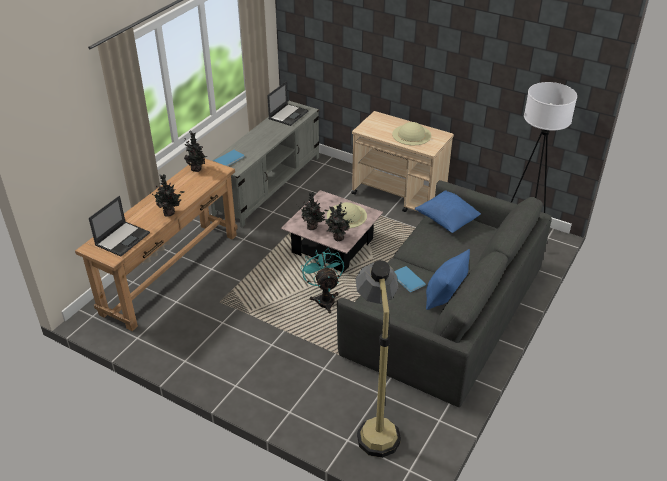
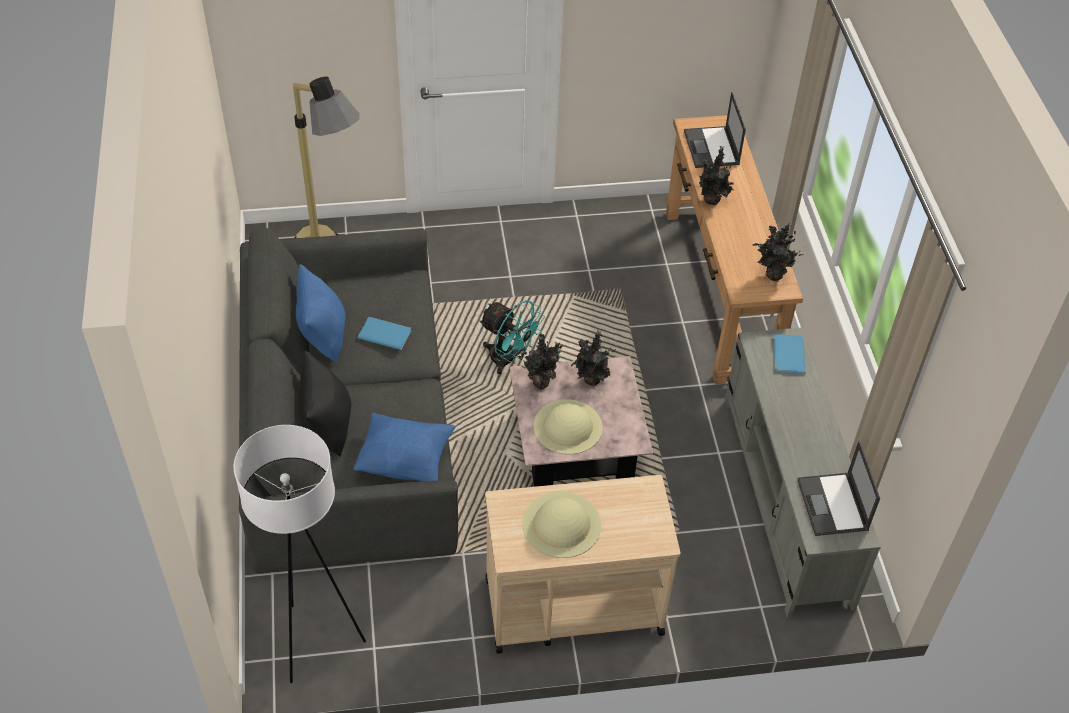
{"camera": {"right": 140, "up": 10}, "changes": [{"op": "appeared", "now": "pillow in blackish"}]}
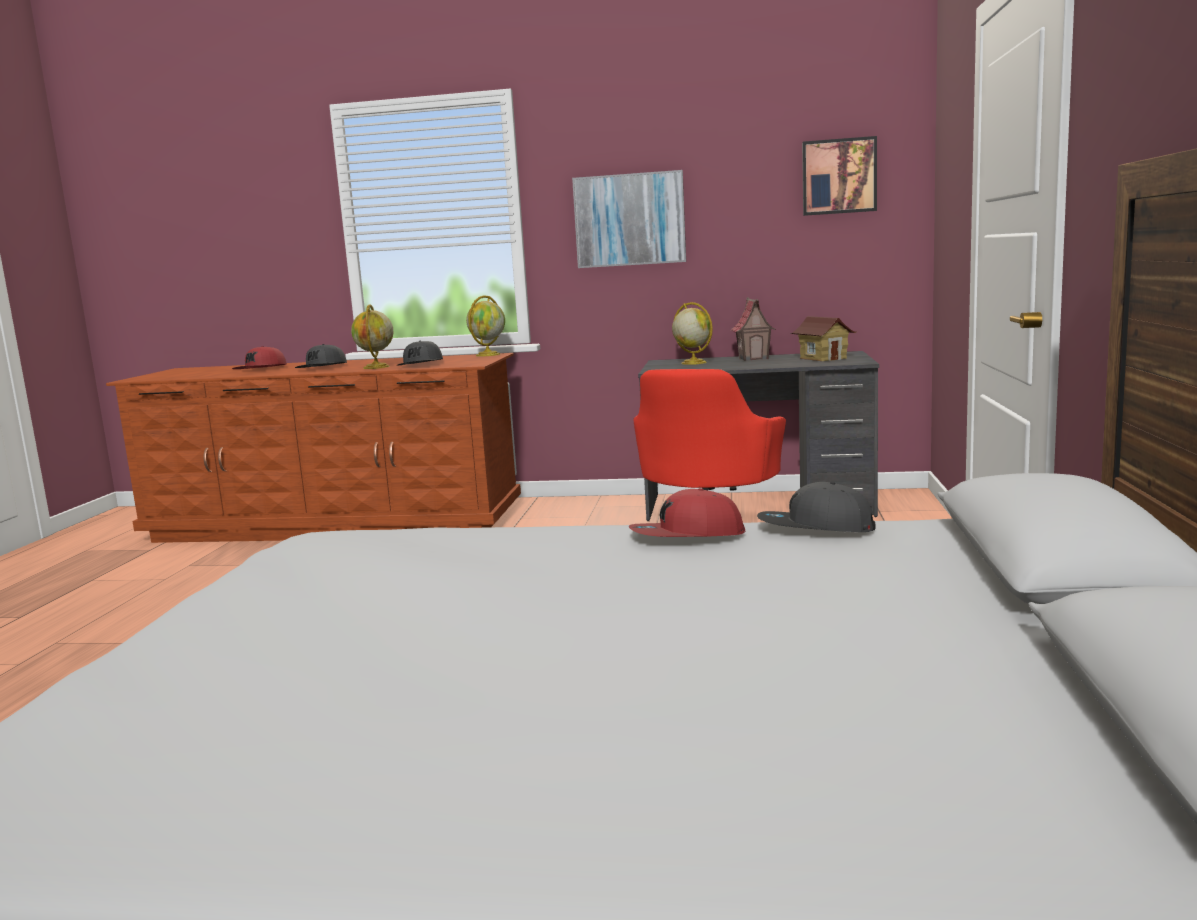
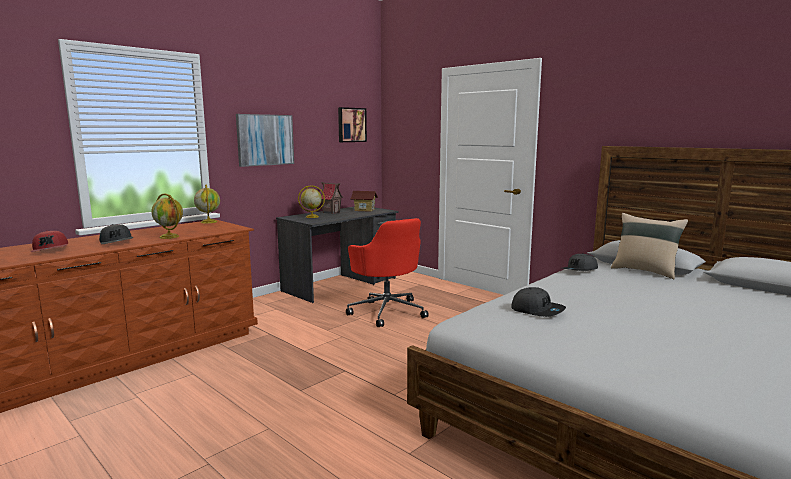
{"camera": {"right": -55, "up": 0}, "changes": [{"op": "relocated", "was": "cap in grey (no. 2 from left)"}, {"op": "missing", "was": "cap in red-coloured (no. 2 from left)"}, {"op": "appeared", "now": "pillow in beige"}]}
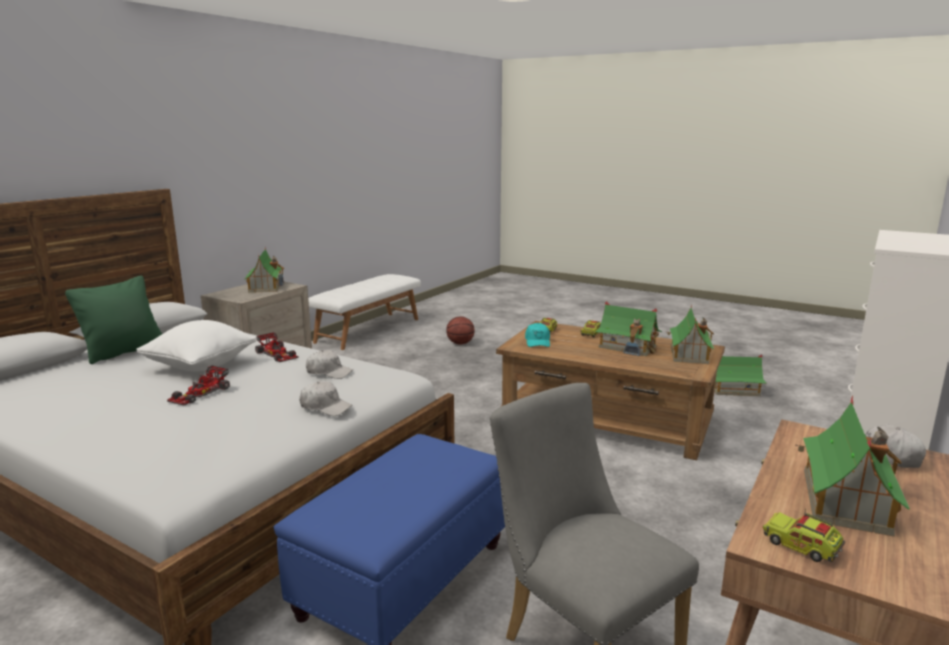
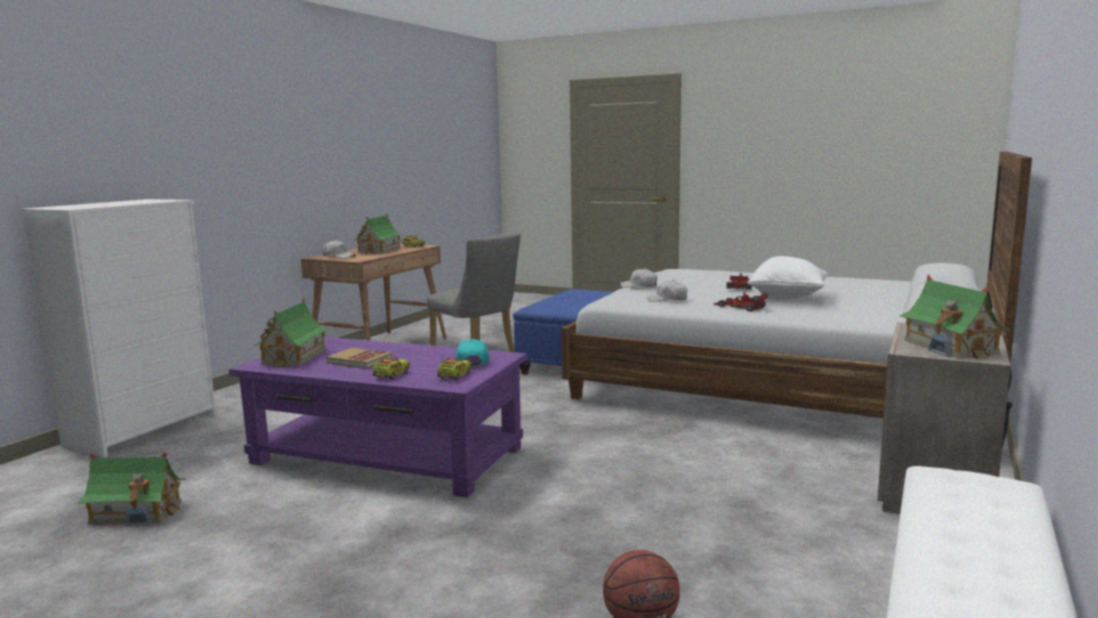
{"camera": {"right": 175, "up": -5}, "changes": [{"op": "missing", "was": "pillow in green-coloured"}, {"op": "colour", "was": "coffee table in brown-coloured", "now": "coffee table in purplish"}, {"op": "exchanged", "was": "miniature house (no. 2 from left)", "now": "book"}]}
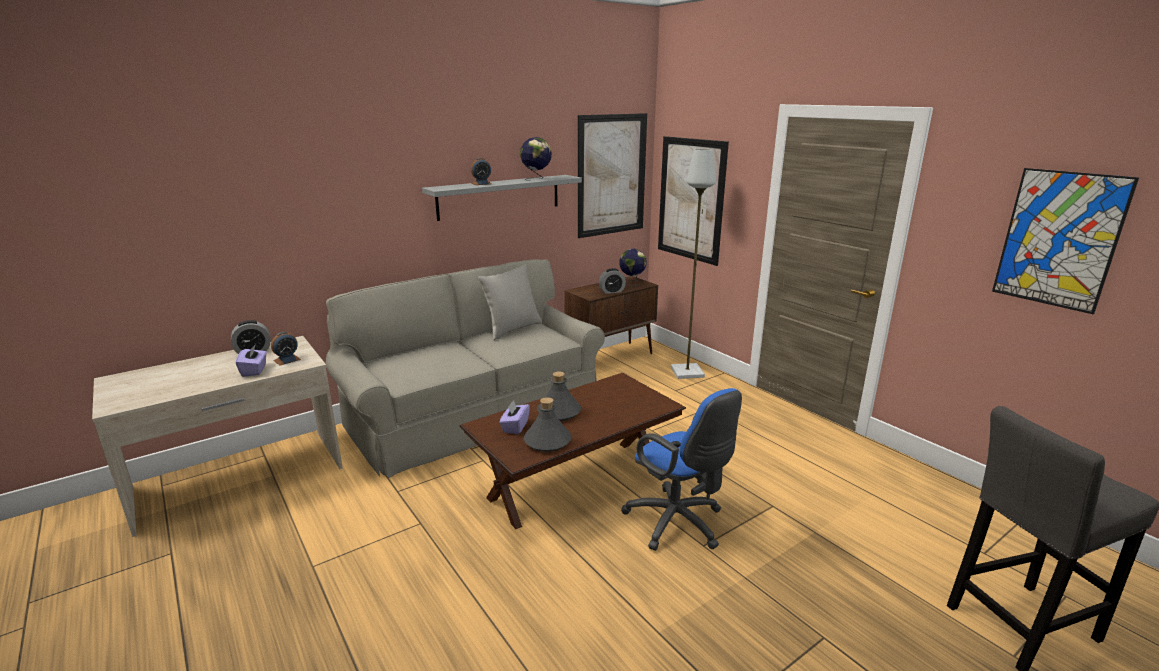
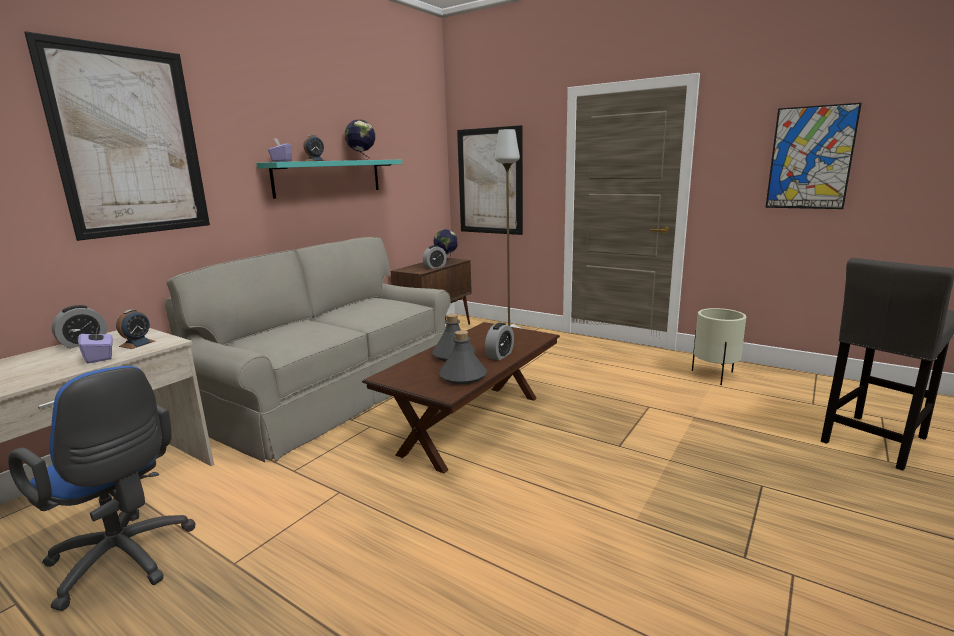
{"camera": {"right": -20, "up": -5}, "changes": [{"op": "colour", "was": "wall shelf in grey", "now": "wall shelf in turquoise-coloured"}, {"op": "missing", "was": "pillow in grey"}, {"op": "relocated", "was": "tissue box in purplish (no. 2 from left)"}, {"op": "relocated", "was": "wall art (no. 1 from left)"}, {"op": "relocated", "was": "computer chair in bluish"}, {"op": "appeared", "now": "table clock (no. 5 from left)"}, {"op": "appeared", "now": "planter in beige"}]}
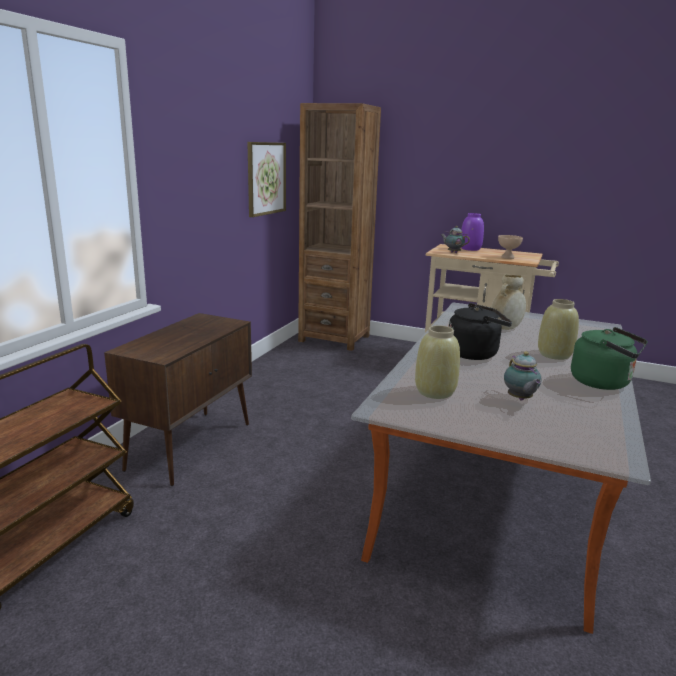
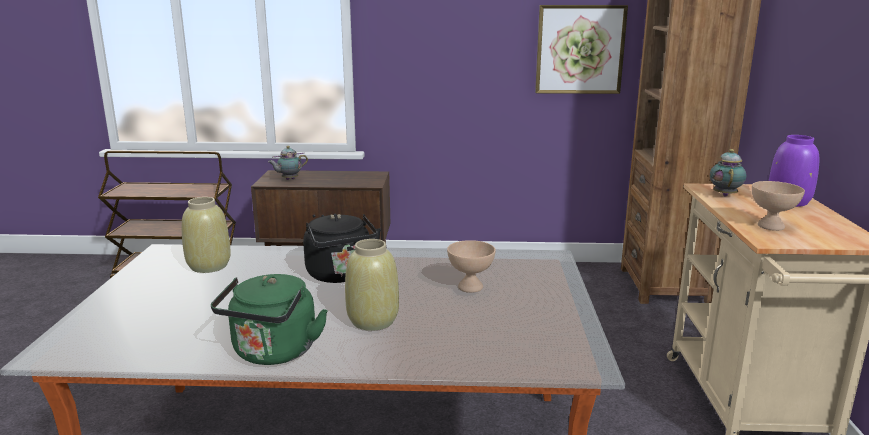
{"camera": {"right": 70, "up": 0}, "changes": [{"op": "exchanged", "was": "decorative vase in beige (no. 2 from left)", "now": "deep dish in beige (no. 1 from left)"}, {"op": "relocated", "was": "teapot (no. 2 from left in the first image)", "now": "teapot (no. 1 from left)"}]}
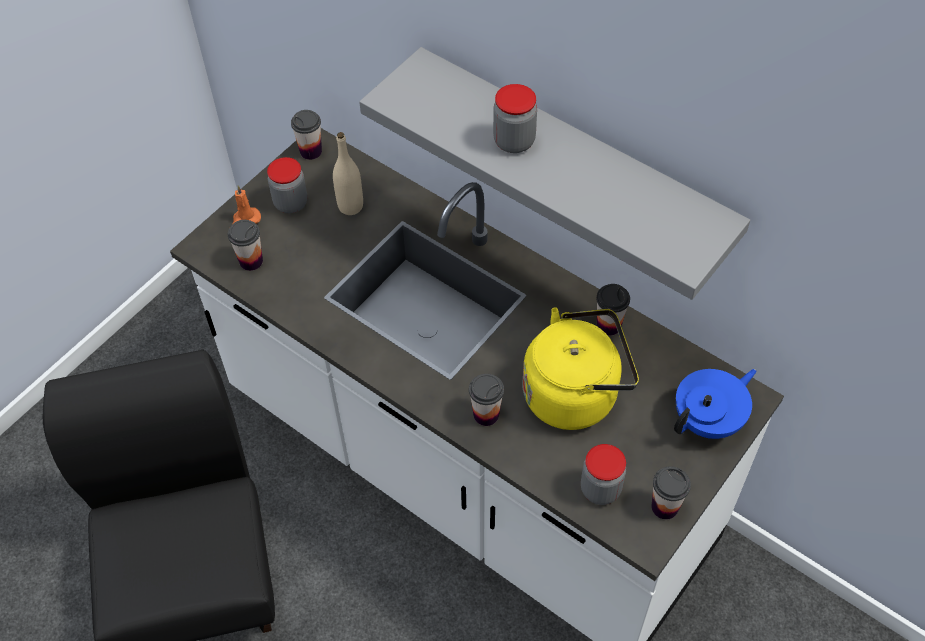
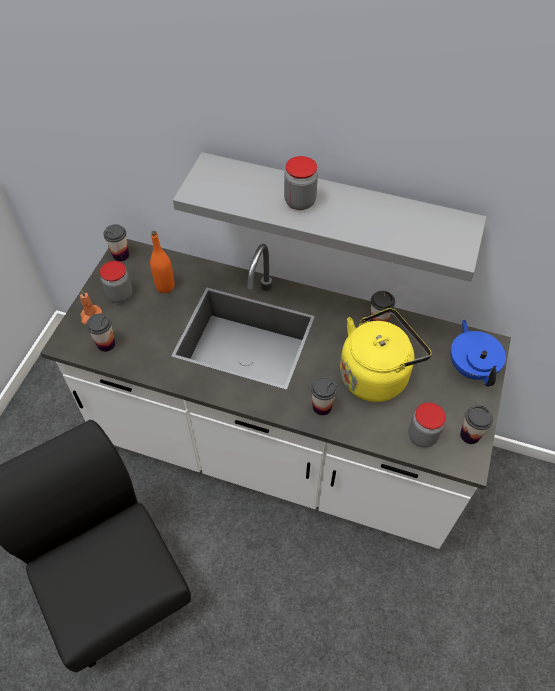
{"camera": {"right": -20, "up": 0}, "changes": [{"op": "colour", "was": "drink bottle in beige", "now": "drink bottle in orange"}, {"op": "spun", "was": "teapot in bluish", "clockwise": -45}]}
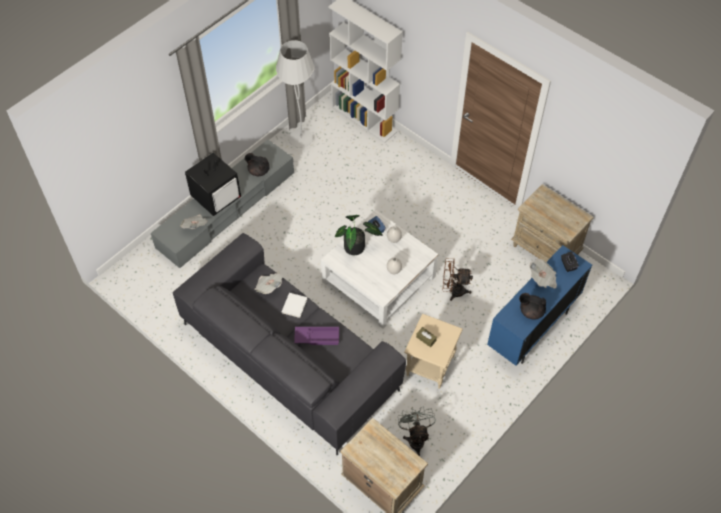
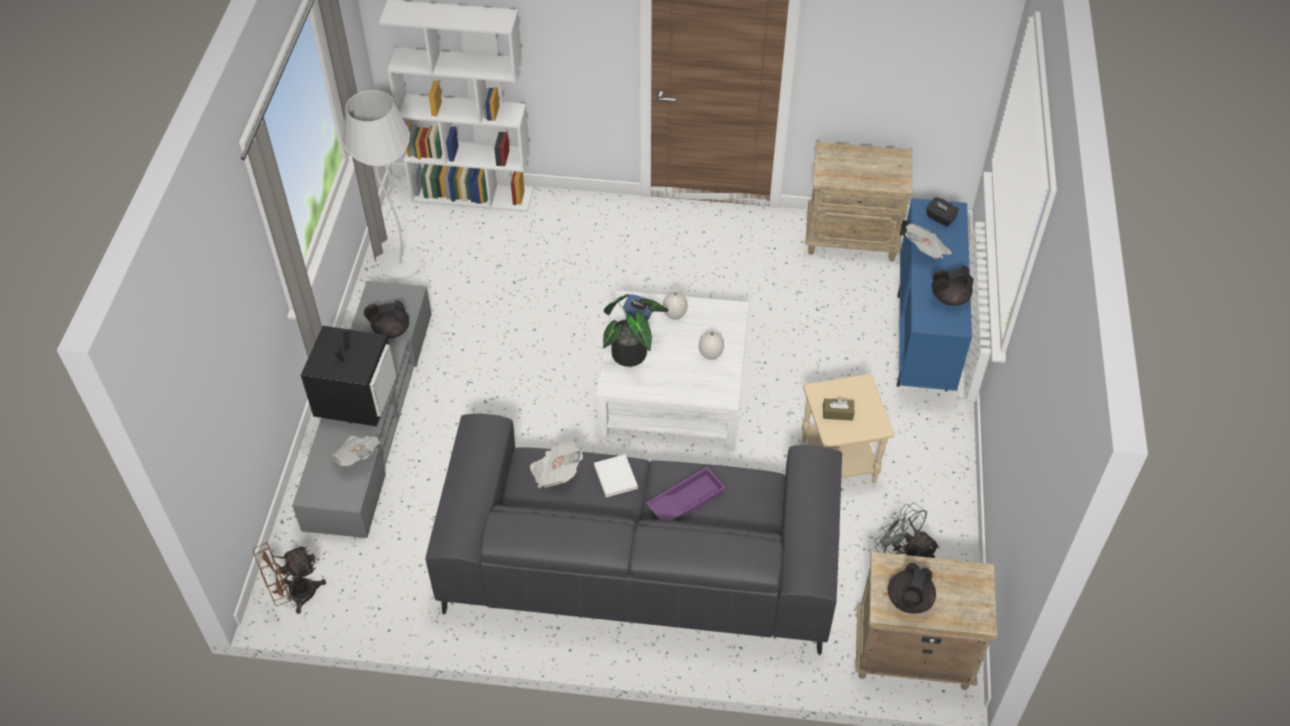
{"camera": {"right": -35, "up": -5}, "changes": [{"op": "relocated", "was": "fan in brown-coloured"}, {"op": "appeared", "now": "teapot in blackish (no. 2 from left)"}]}
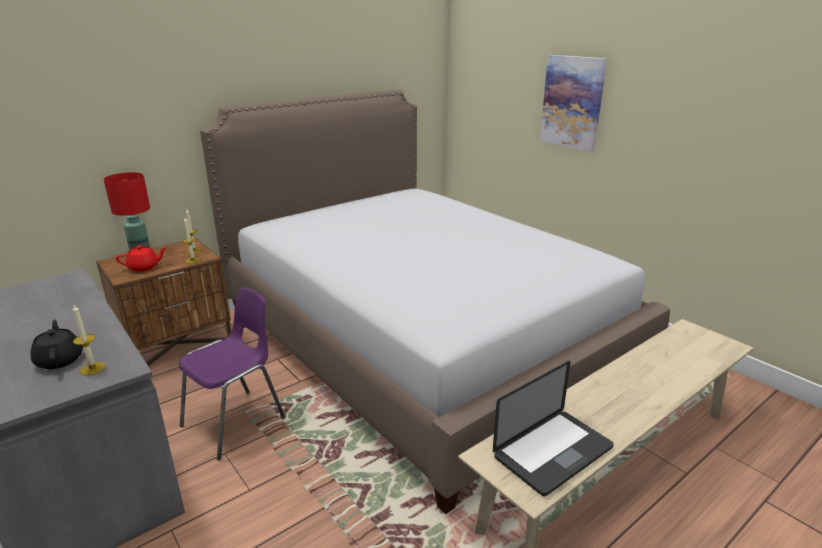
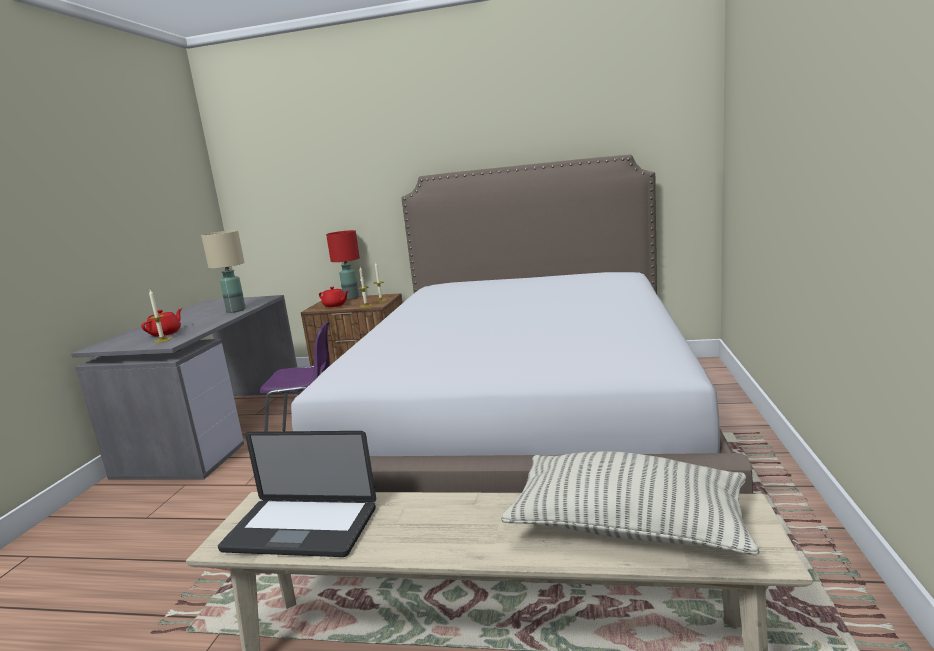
{"camera": {"right": 50, "up": -10}, "changes": [{"op": "colour", "was": "teapot in blackish", "now": "teapot in red-coloured (no. 1 from left)"}, {"op": "missing", "was": "wall art"}, {"op": "appeared", "now": "lamp for a table in beige"}, {"op": "appeared", "now": "pillow"}]}
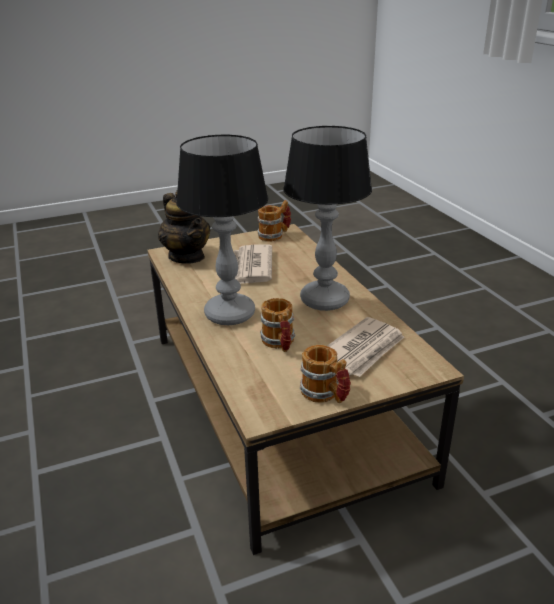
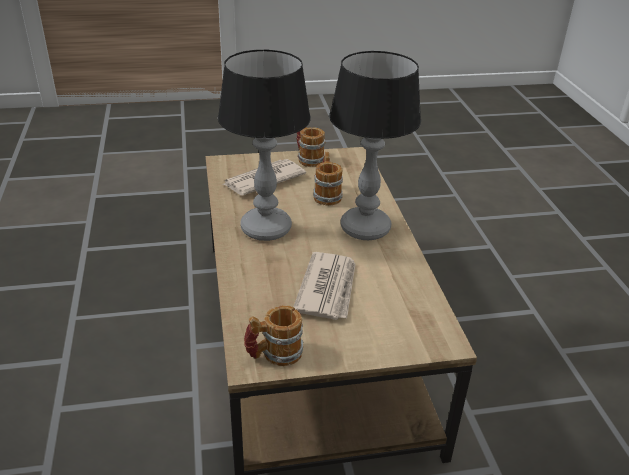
{"camera": {"right": -170, "up": 5}, "changes": [{"op": "missing", "was": "teapot"}]}
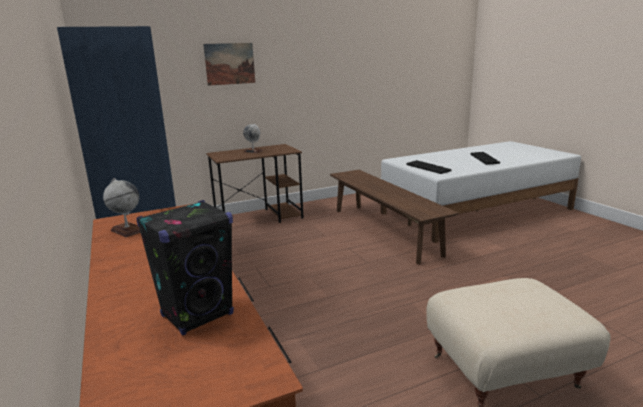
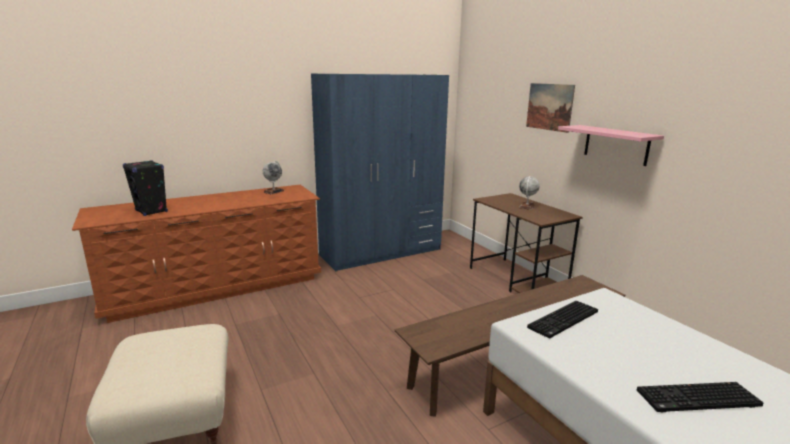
{"camera": {"right": 85, "up": 0}, "changes": [{"op": "appeared", "now": "wall shelf in pink"}]}
